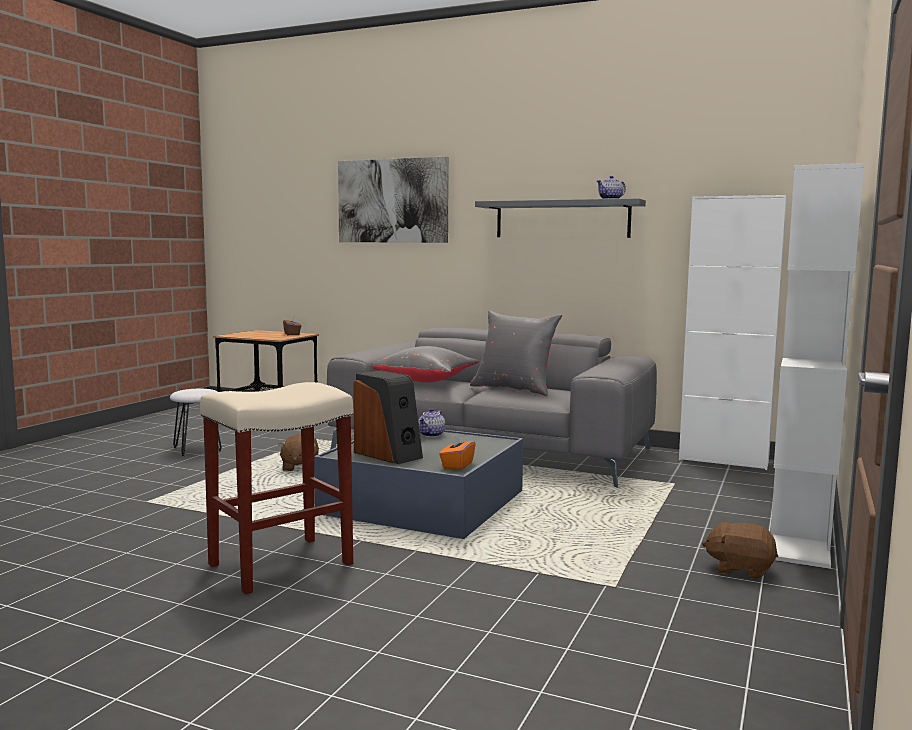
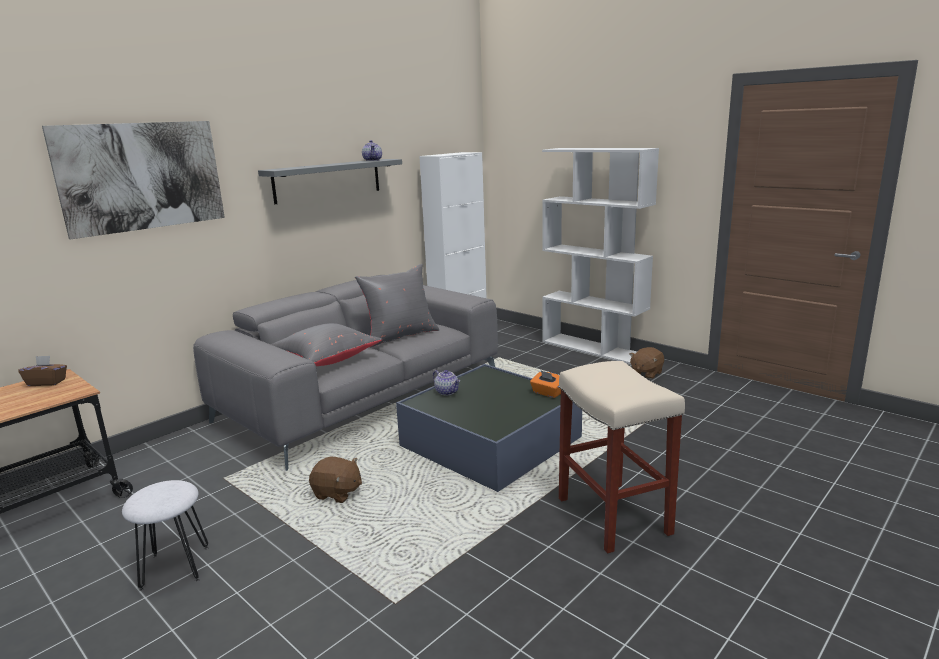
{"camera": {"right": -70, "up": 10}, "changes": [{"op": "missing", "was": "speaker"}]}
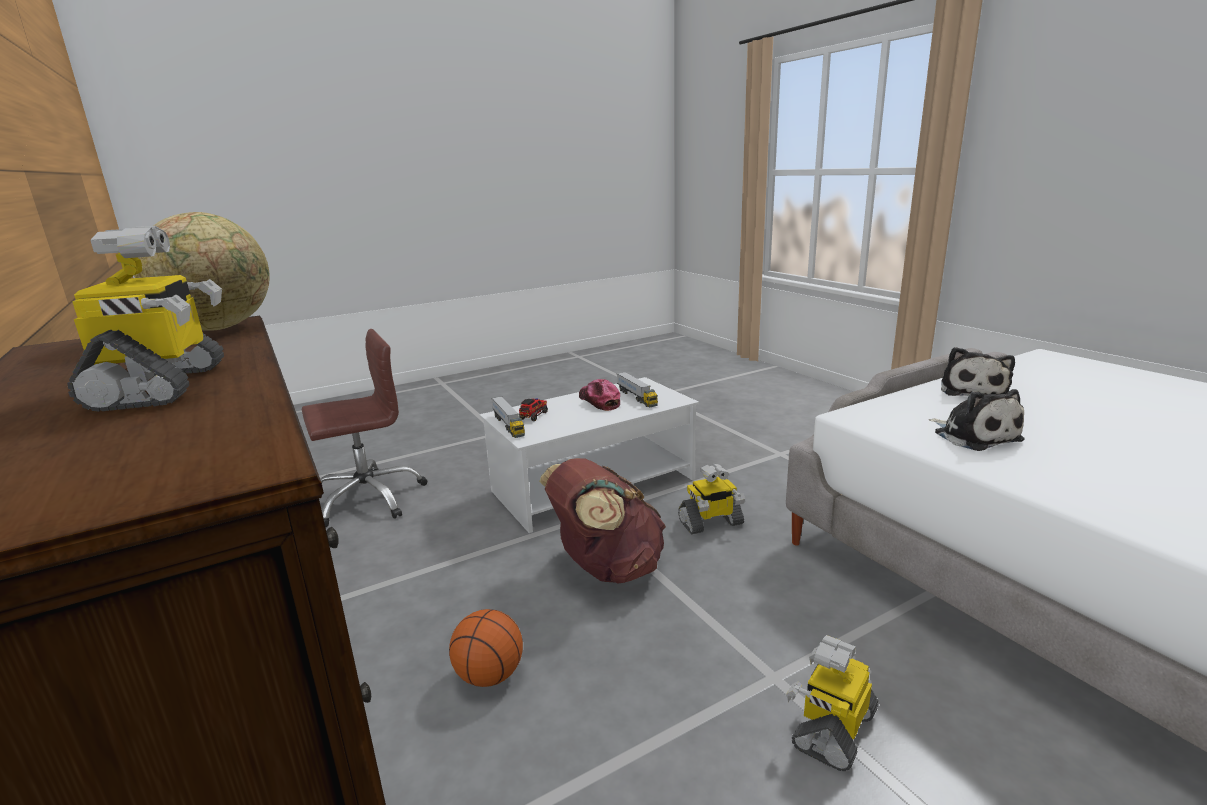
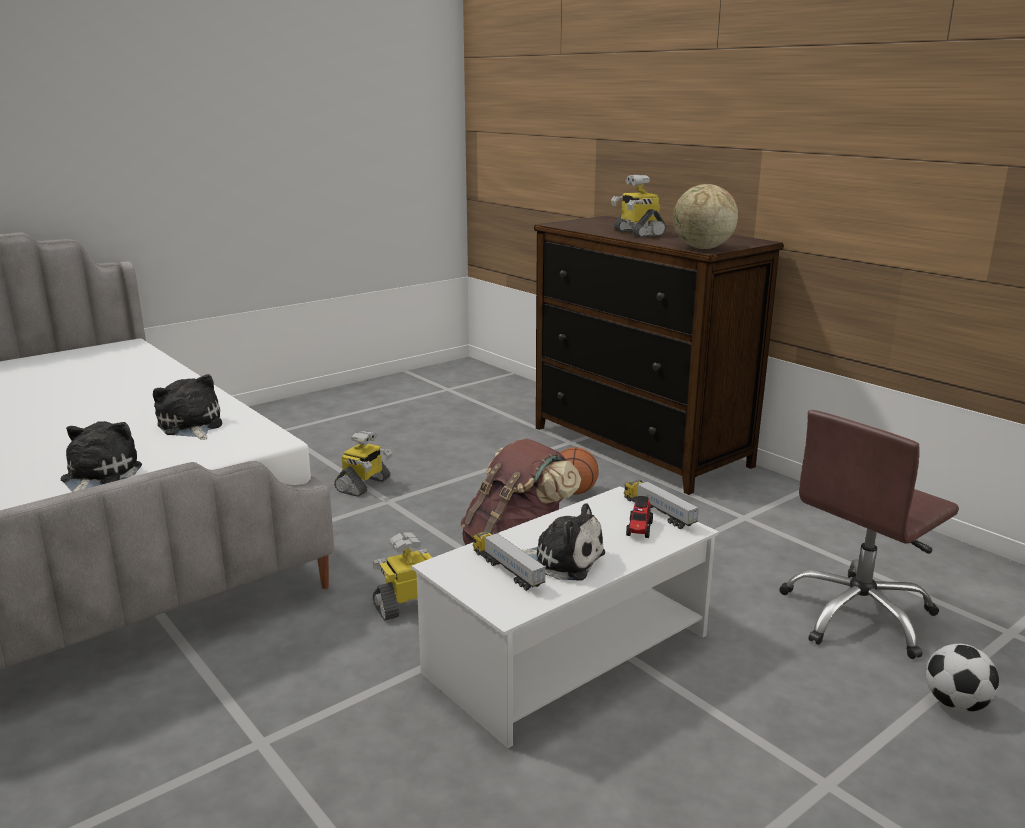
{"camera": {"right": 170, "up": 0}, "changes": [{"op": "exchanged", "was": "cap", "now": "soft toy (no. 3 from left)"}, {"op": "appeared", "now": "football ball"}]}
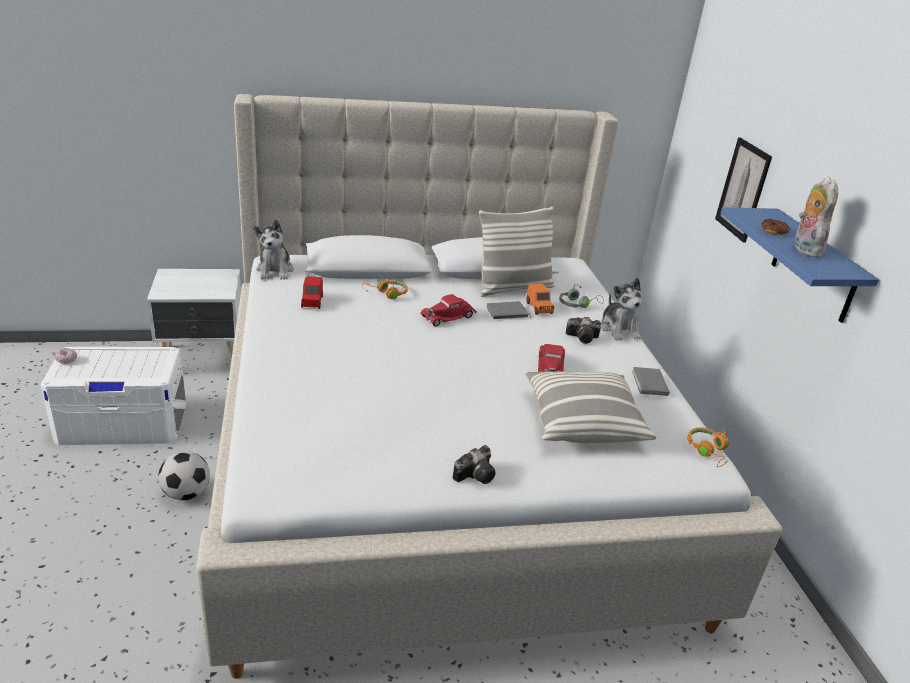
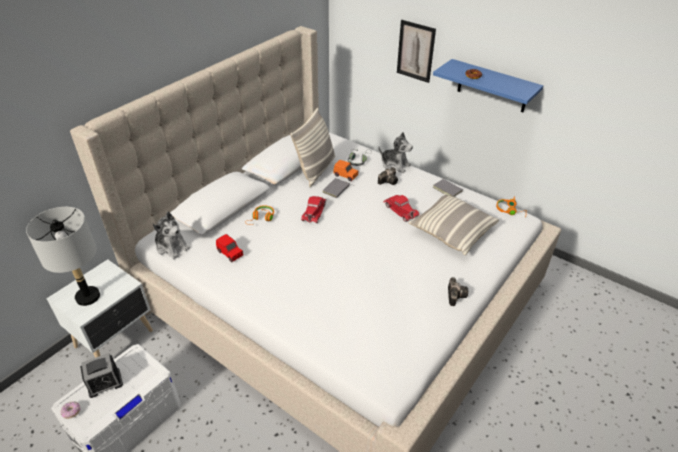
{"camera": {"right": -40, "up": 10}, "changes": [{"op": "missing", "was": "football ball"}, {"op": "missing", "was": "soft toy (no. 3 from left)"}, {"op": "appeared", "now": "lamp for a table in grey"}, {"op": "appeared", "now": "table clock"}]}
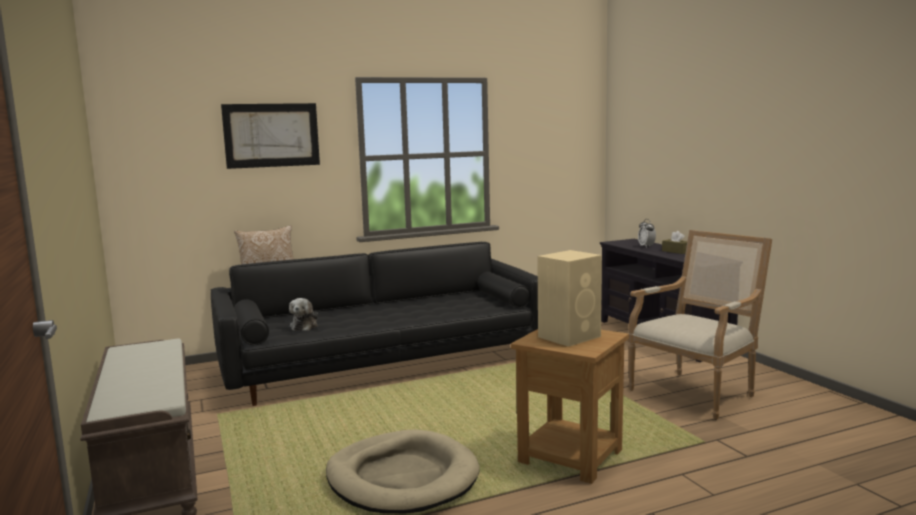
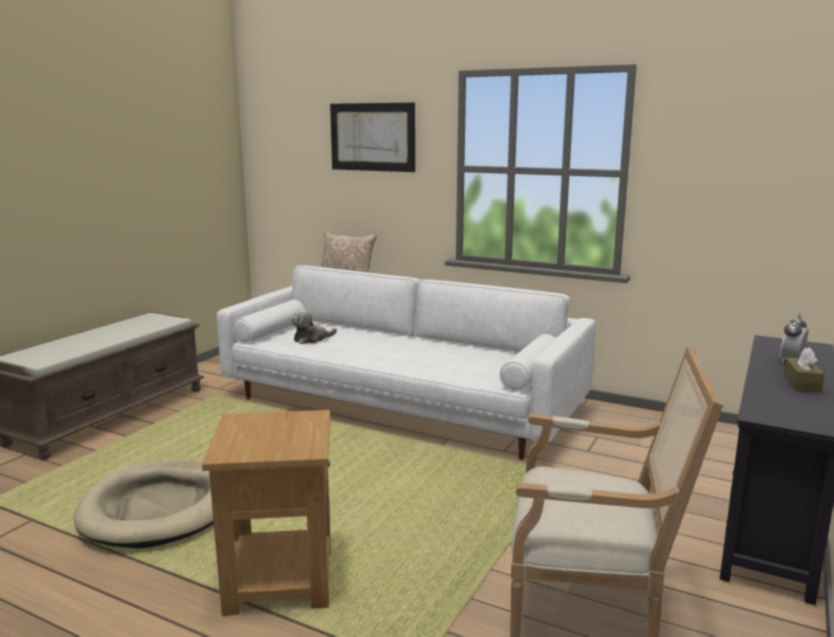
{"camera": {"right": 50, "up": 5}, "changes": [{"op": "colour", "was": "sofa in blackish", "now": "sofa in whitish"}, {"op": "missing", "was": "speaker in beige"}]}
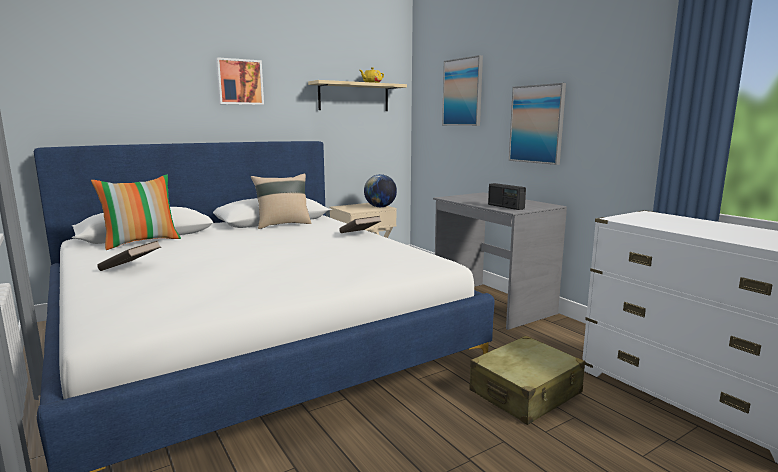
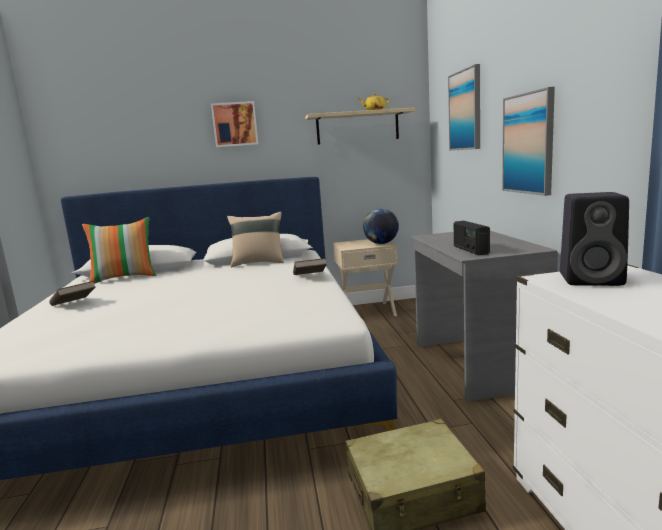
{"camera": {"right": 25, "up": 0}, "changes": [{"op": "appeared", "now": "speaker in blackish"}]}
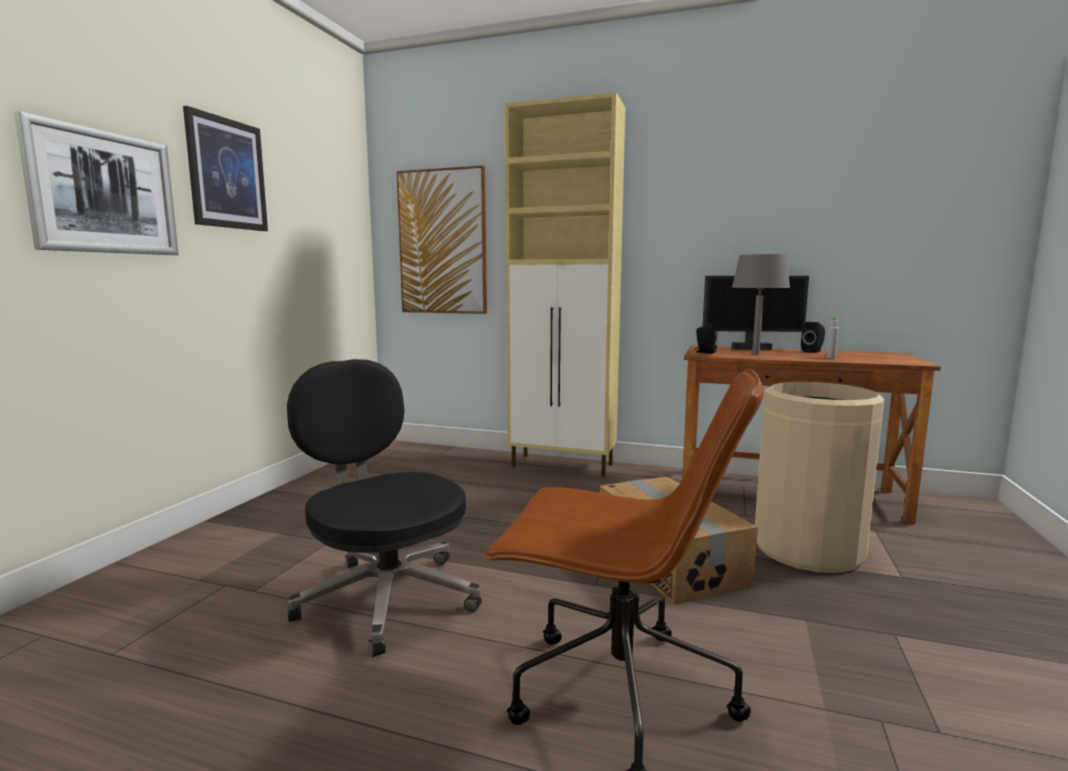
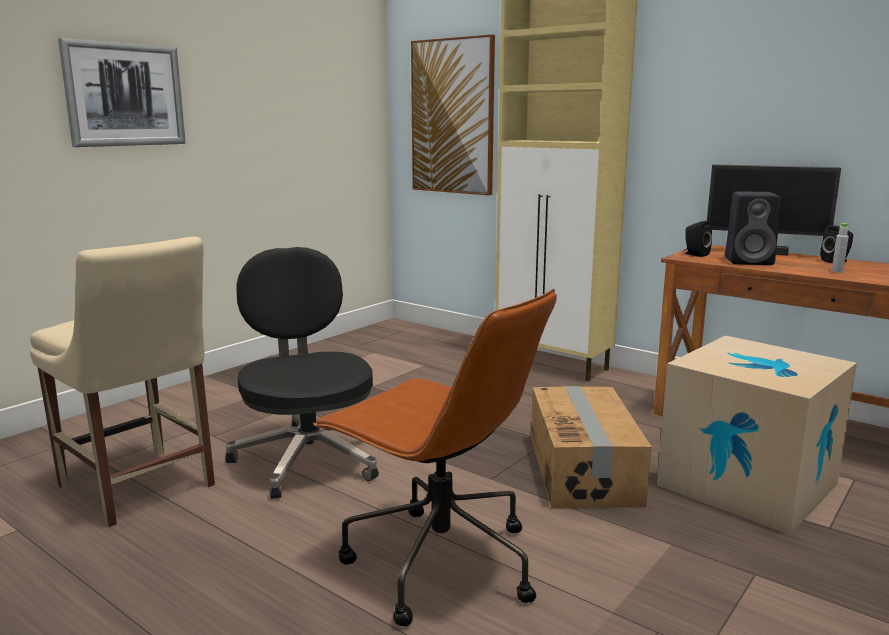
{"camera": {"right": 20, "up": 5}, "changes": [{"op": "missing", "was": "wall art (no. 2 from left)"}, {"op": "exchanged", "was": "lamp for a table in grey", "now": "speaker in blackish (no. 2 from left)"}, {"op": "exchanged", "was": "waste bin in beige", "now": "cardboard box (no. 2 from left)"}, {"op": "appeared", "now": "upright chair in beige"}]}
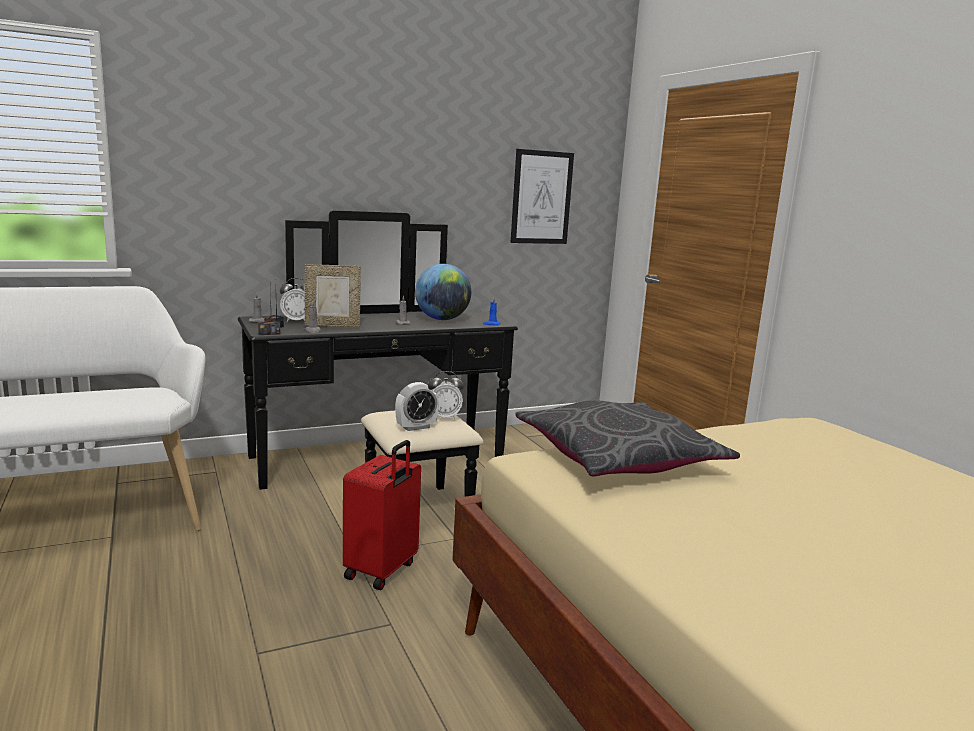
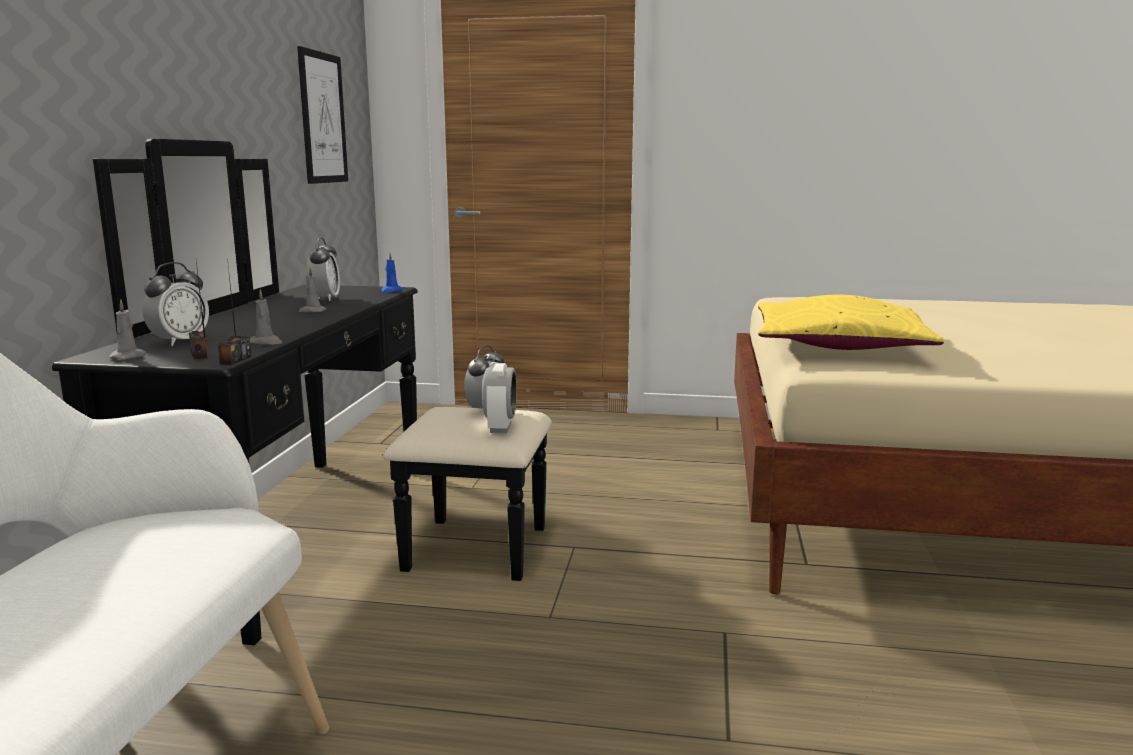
{"camera": {"right": -55, "up": 0}, "changes": [{"op": "missing", "was": "photo frame"}, {"op": "missing", "was": "travel case in red-coloured"}, {"op": "exchanged", "was": "globe", "now": "table clock (no. 2 from left)"}, {"op": "colour", "was": "pillow in grey", "now": "pillow in yellowish"}]}
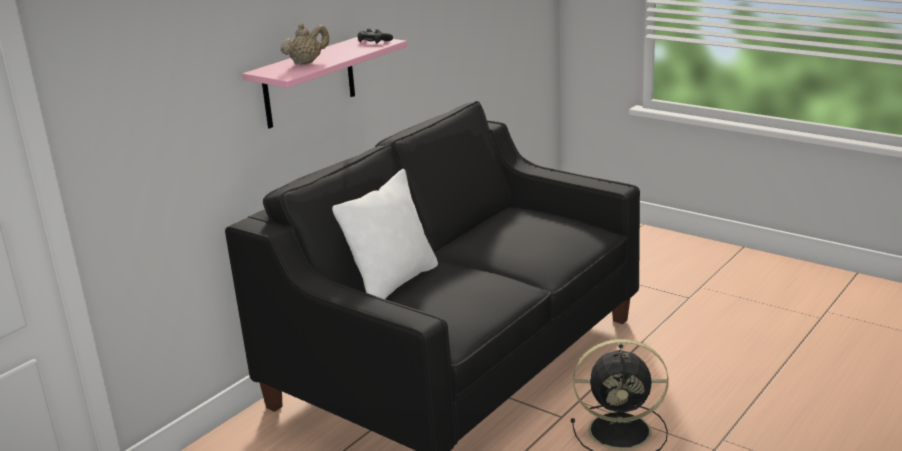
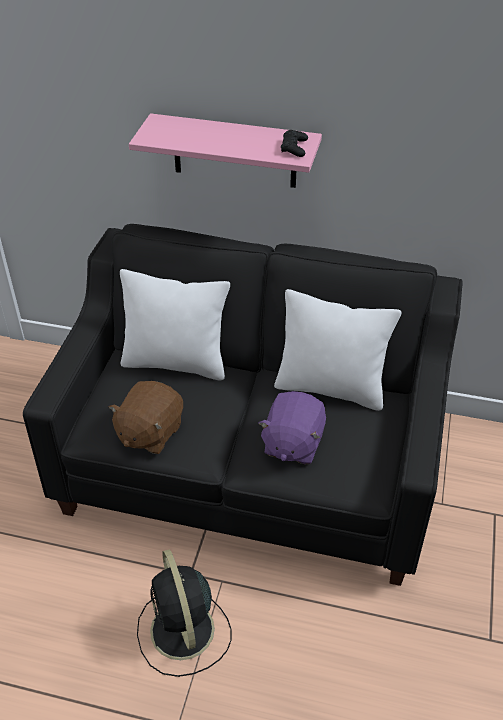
{"camera": {"right": 65, "up": 20}, "changes": [{"op": "missing", "was": "teapot in beige"}, {"op": "appeared", "now": "soft toy in brown-coloured"}, {"op": "appeared", "now": "soft toy in purplish"}, {"op": "appeared", "now": "pillow in whitish (no. 2 from left)"}]}
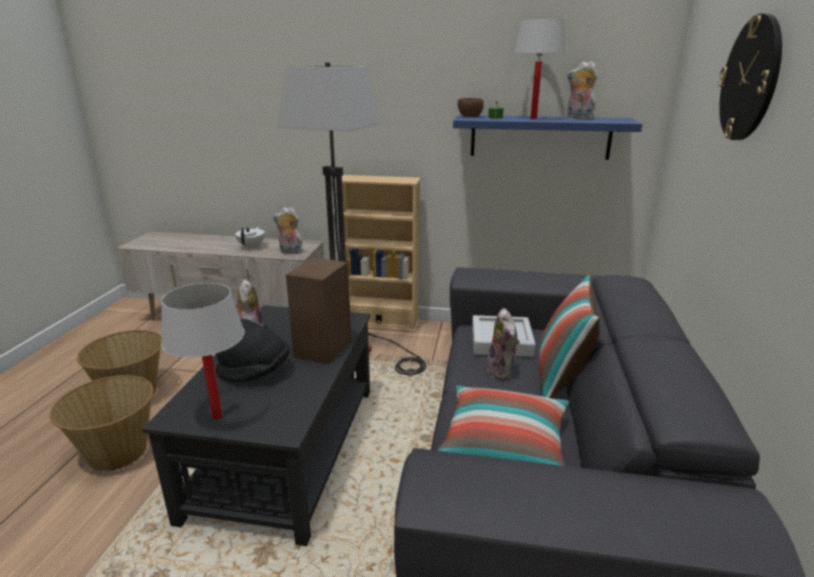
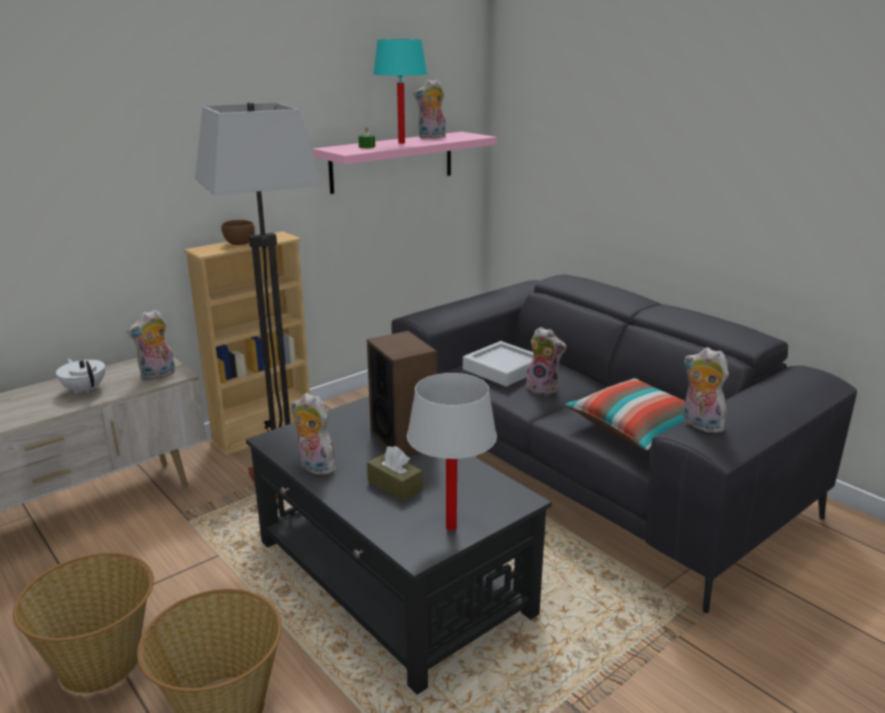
{"camera": {"right": -50, "up": 0}, "changes": [{"op": "exchanged", "was": "clothing hat in blackish", "now": "tissue box in brown-coloured"}, {"op": "colour", "was": "wall shelf in bluish", "now": "wall shelf in pink"}, {"op": "relocated", "was": "deep dish in brown-coloured"}, {"op": "colour", "was": "lamp for a table in whitish (no. 2 from left)", "now": "lamp for a table in turquoise-coloured"}, {"op": "missing", "was": "pillow (no. 2 from left)"}, {"op": "missing", "was": "hanging clock"}, {"op": "appeared", "now": "soft toy (no. 5 from left)"}]}
